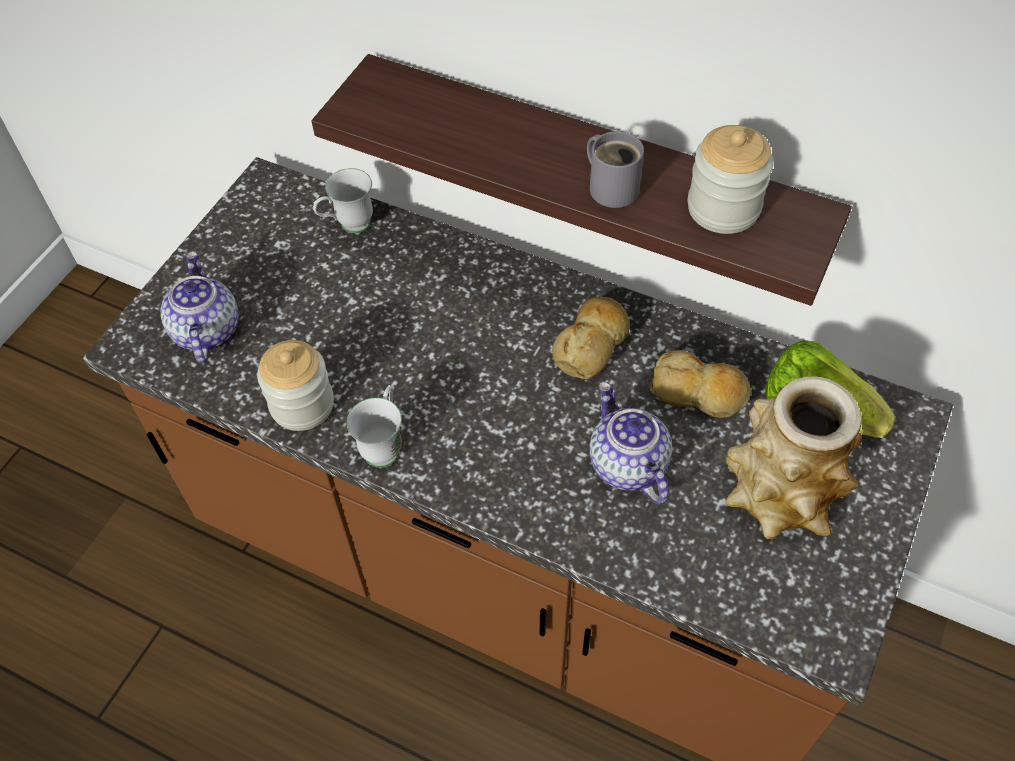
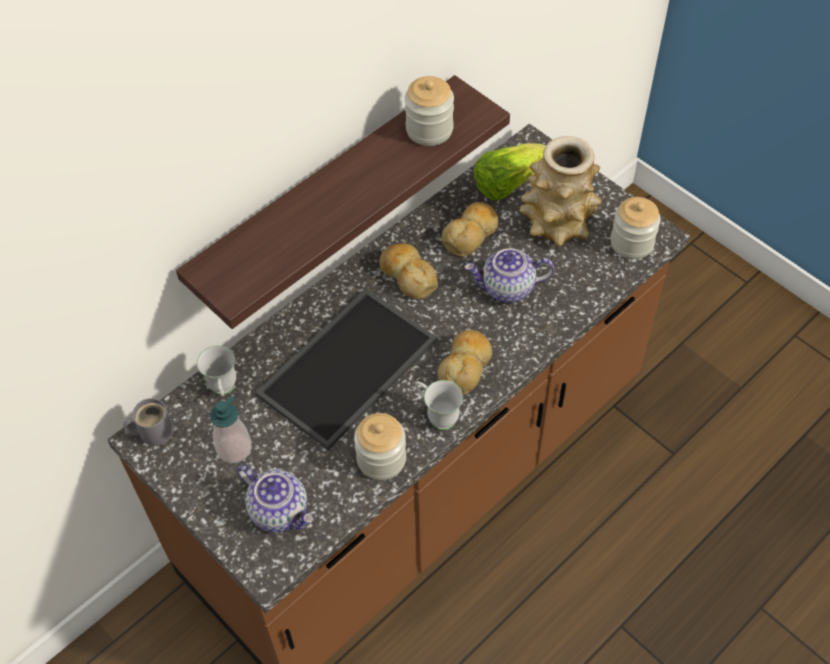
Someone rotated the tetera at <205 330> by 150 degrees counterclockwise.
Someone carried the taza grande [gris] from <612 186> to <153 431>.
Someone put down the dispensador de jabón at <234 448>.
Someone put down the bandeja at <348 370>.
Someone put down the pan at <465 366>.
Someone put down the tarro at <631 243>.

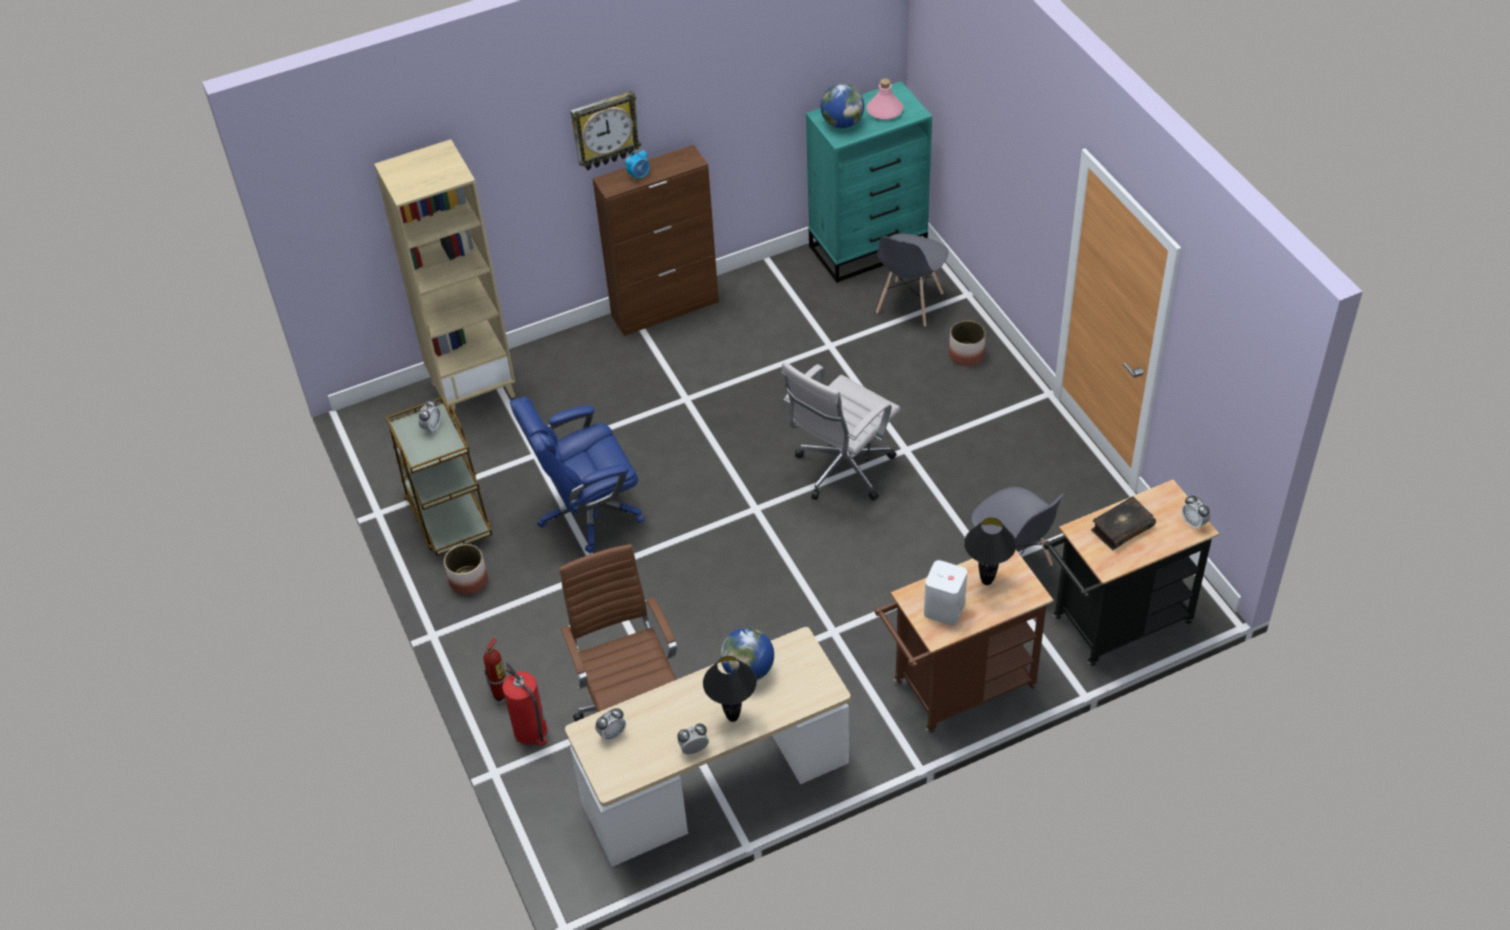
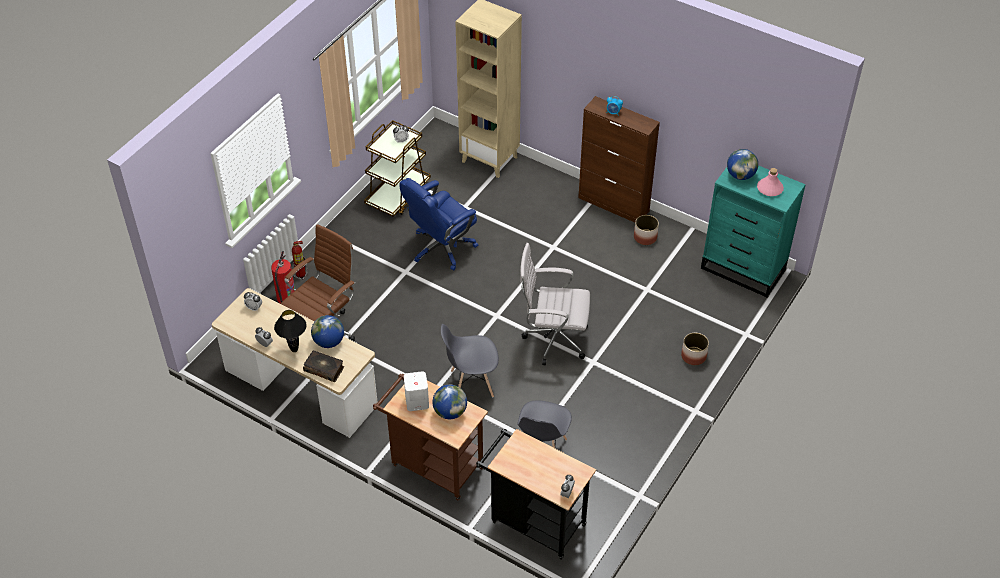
Someone carried the maceta from <468 580> to <645 237>.
Someone rotated the silla de oficina [azul] at <588 512> by 75 degrees counterclockwise.
Someone took away the reloj de pared at <605 130>.
Someone carried the silla [gris] from <909 303> to <471 384>.
Someone swapped the lámpara de mesa [negro] at <986 581> for the globo terráqueo at <450 412>.
Someone carried the libro from <1121 528> to <324 369>.

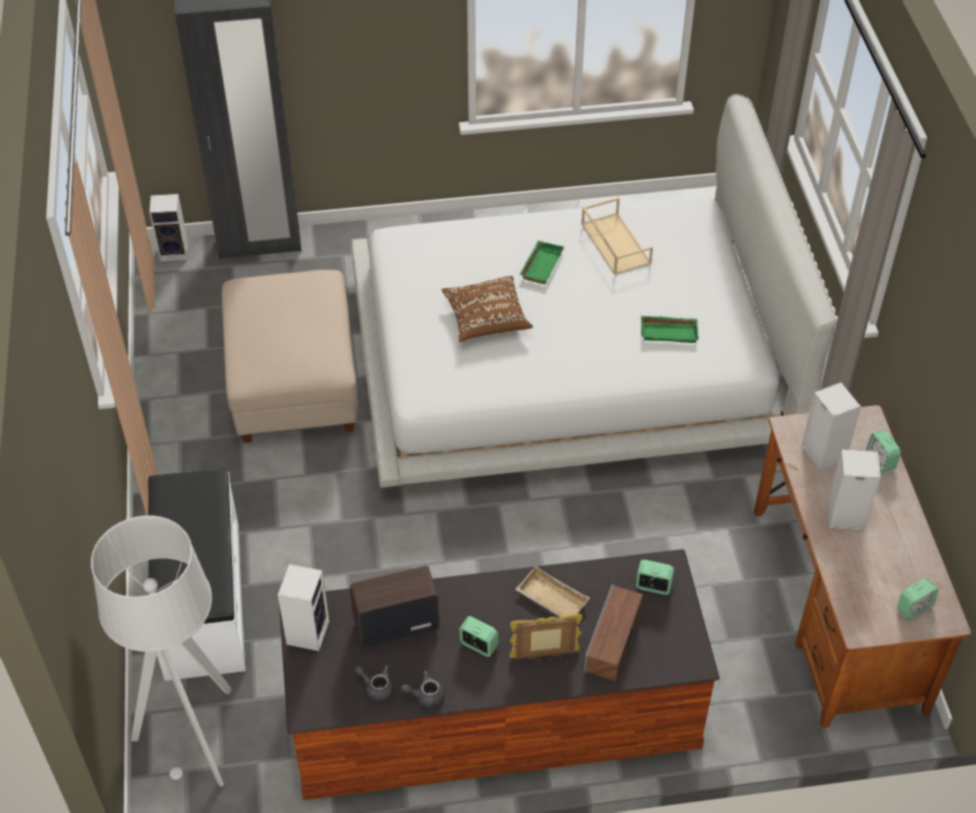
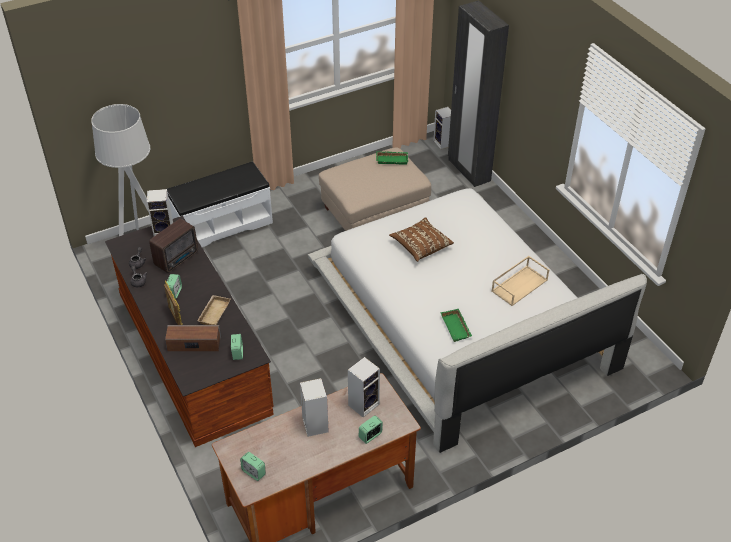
Someone rotated the radio at <394 624> by 75 degrees clockwise.
Someone carried the bandeja [verde] from <540 265> to <392 159>.

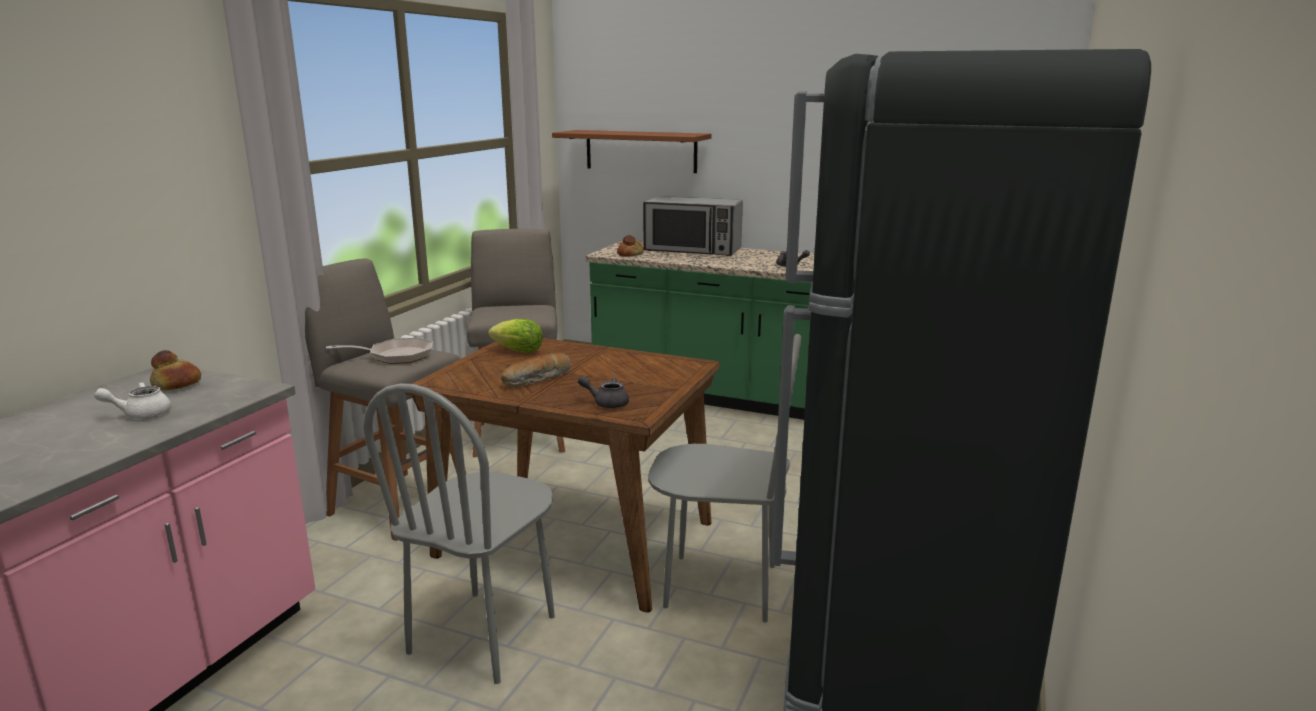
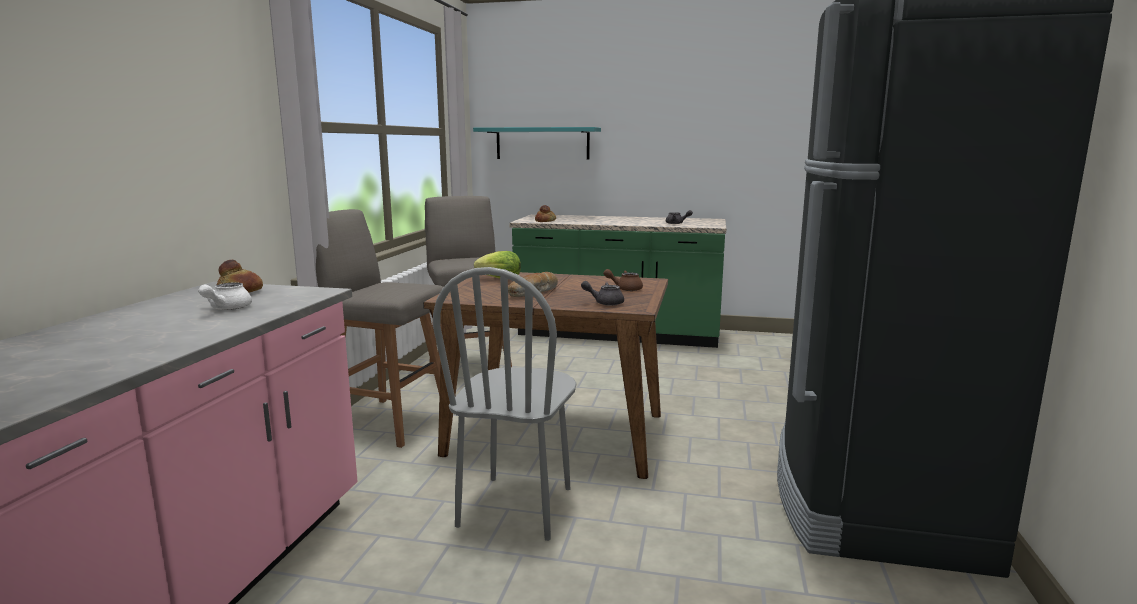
Someone rotated the tetera [blanco] at <141 414> by 45 degrees counterclockwise.
Someone took away the sartén at <396 356>.
Someone repainted the estante [marrón] at <640 151>, which became the estante [turquesa] at <542 143>.
Someone took away the microondas at <692 250>.
Someone took away the silla [gris] at <721 586>.
Someone put down the tetera [marrón] at <625 289>.

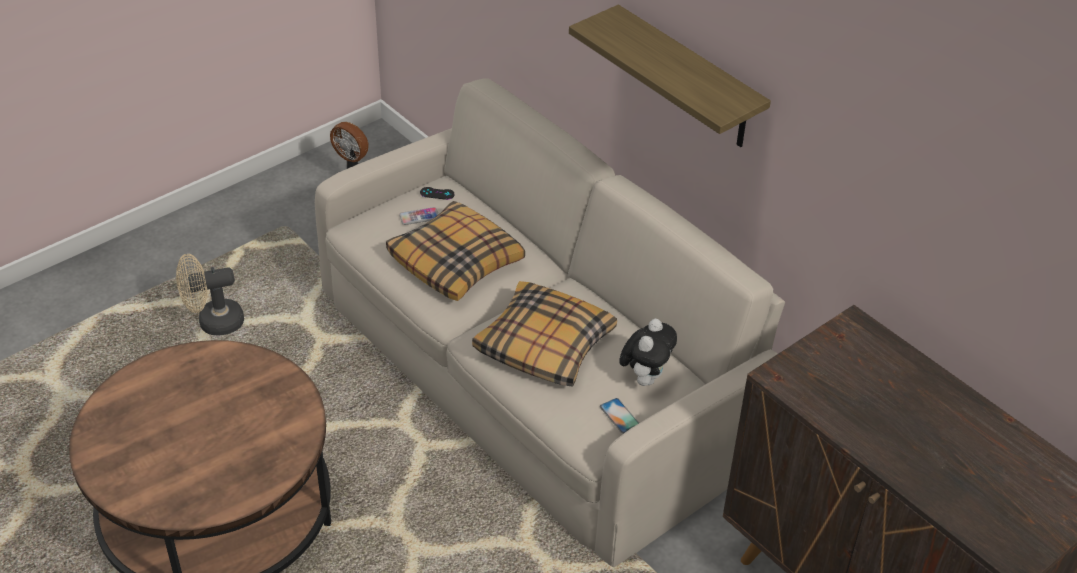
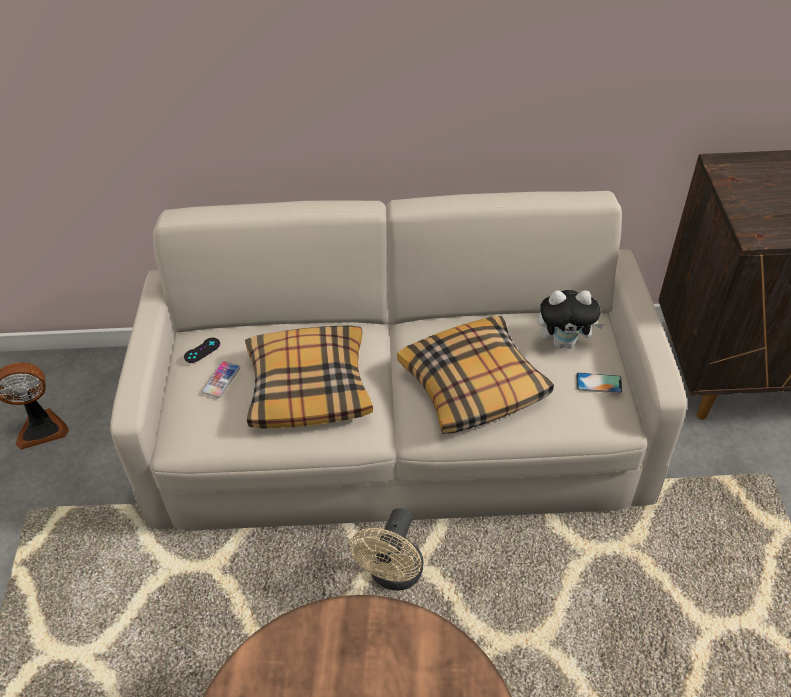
Someone carried the ventilador [beis] from <213 323> to <393 575>.
Someone took away the estante at <688 79>.
Someone rotated the peluche at <645 377> by 120 degrees clockwise.

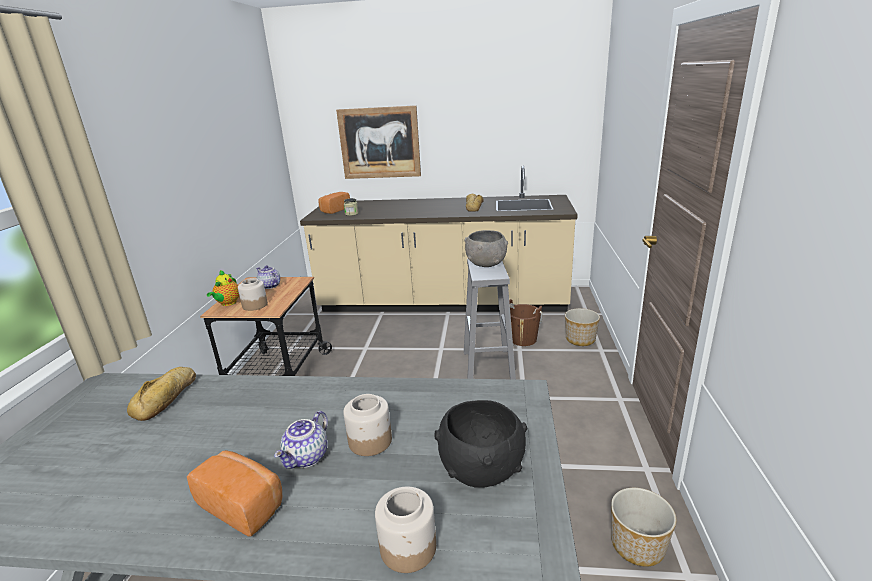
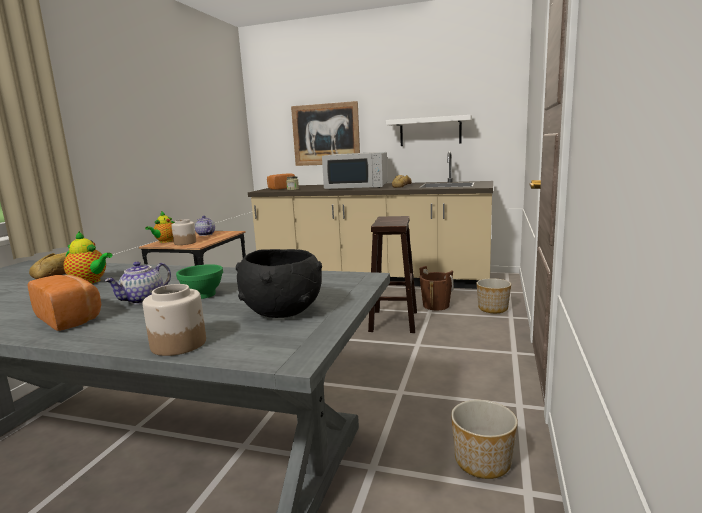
Someone swapped the tarro at <370 441> for the cuenco [verde] at <202 295>.
Someone took away the cuenco [gris] at <486 264>.
Someone repainted the taburete [gris] at <488 366>, which became the taburete [marrón] at <394 322>.
Someone put down the tetera at <90 282>.
Someone put down the microondas [blanco] at <357 186>.
Someone put up the estante [blanco] at <430 131>.

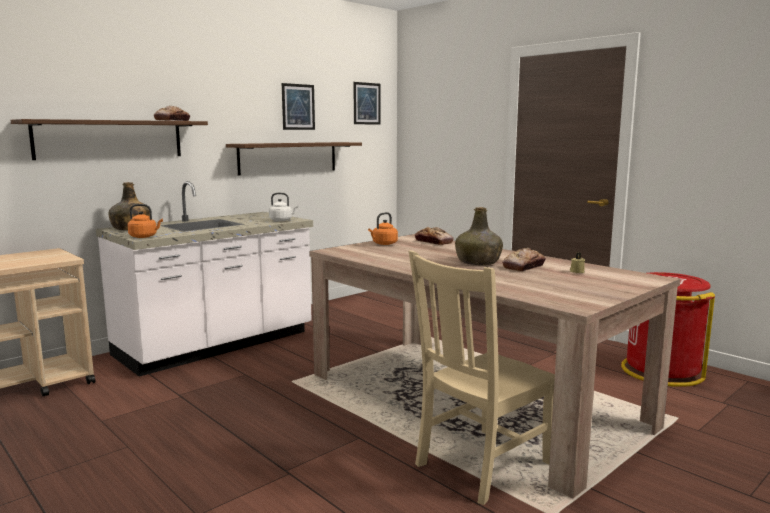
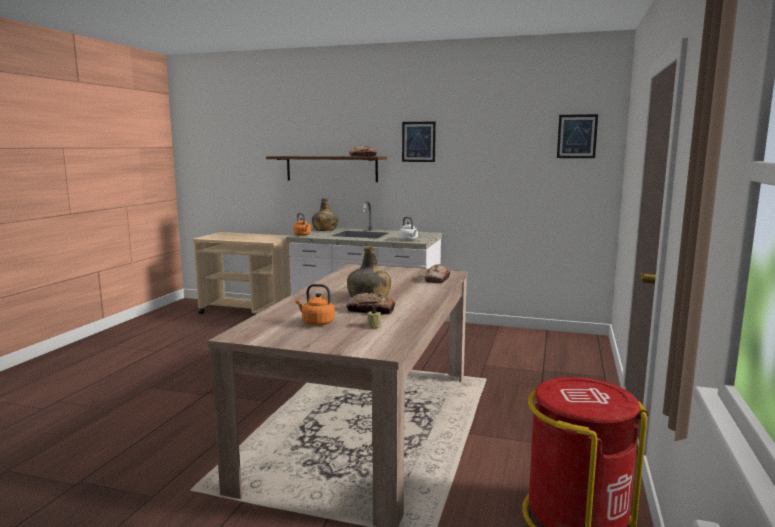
Someone took away the estante at <288 157>.
Someone carried the cuadro from <298 107> to <418 141>.
Someone carried the hervidor [naranja] from <383 244> to <316 323>.
Someone took away the silla [beis] at <480 465>.

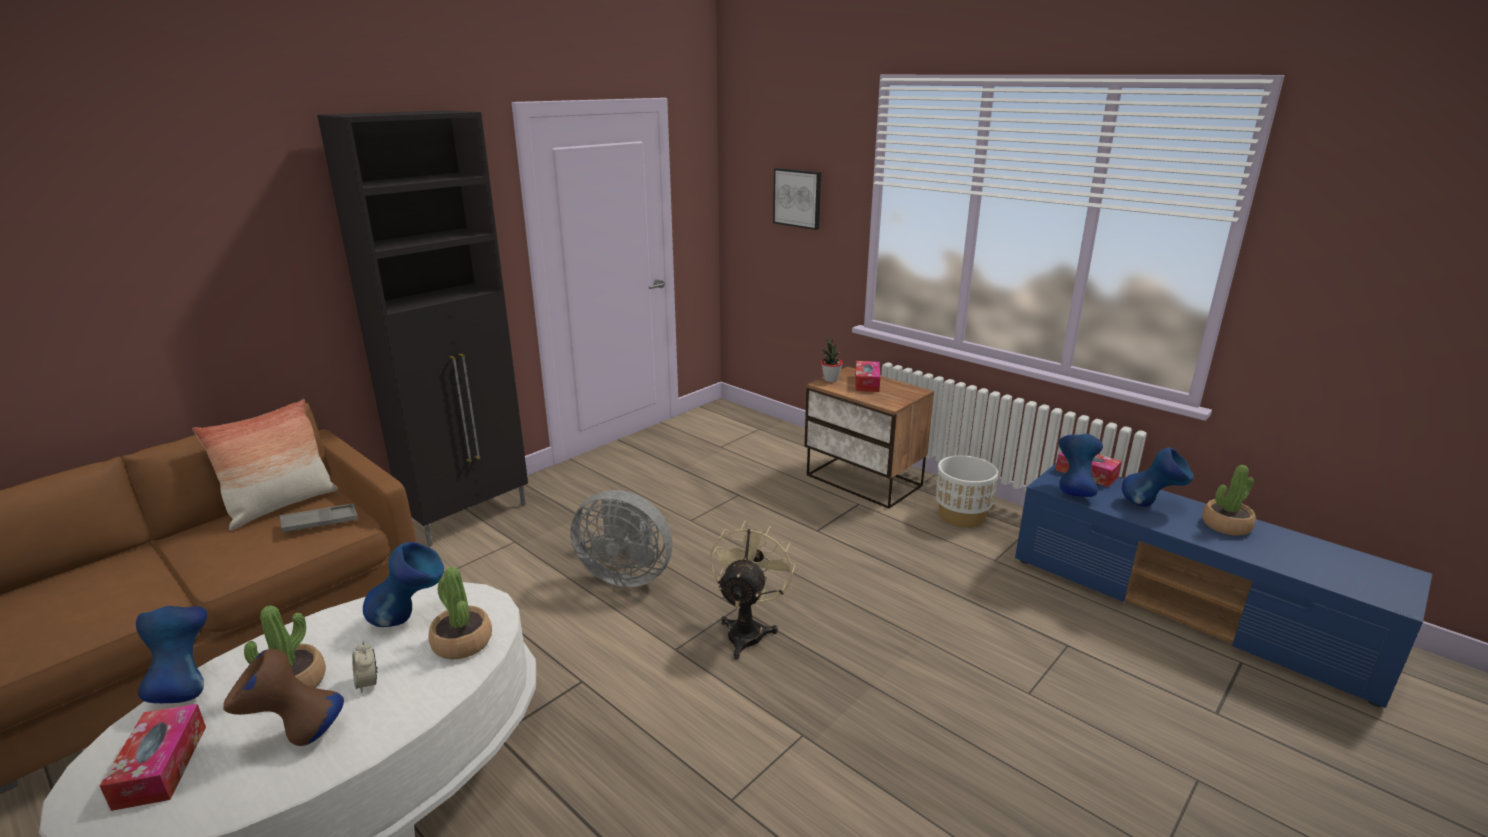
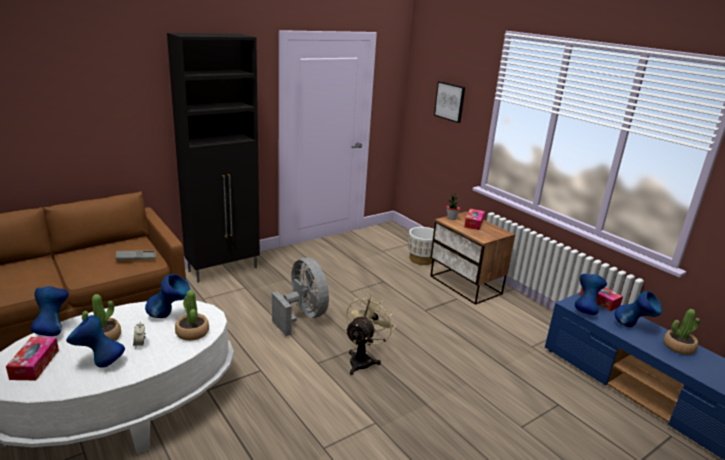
Someone took away the cojín at <281 506>.
Someone repainted the florero [marrón] at <295 738>, which became the florero [azul] at <98 363>.
Someone rotated the ventilador [gris] at <626 574> by 150 degrees counterclockwise.
Someone carried the maceta [blanco] from <961 516> to <421 259>.

